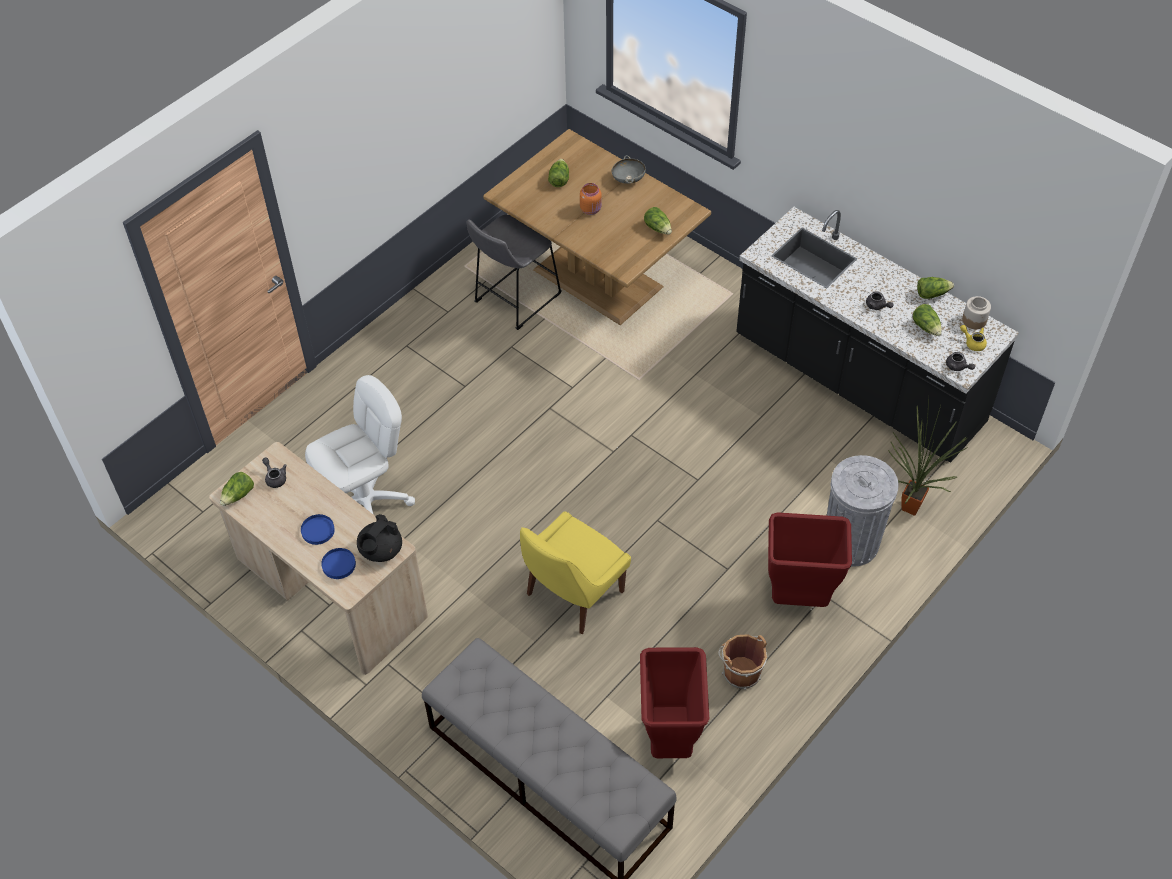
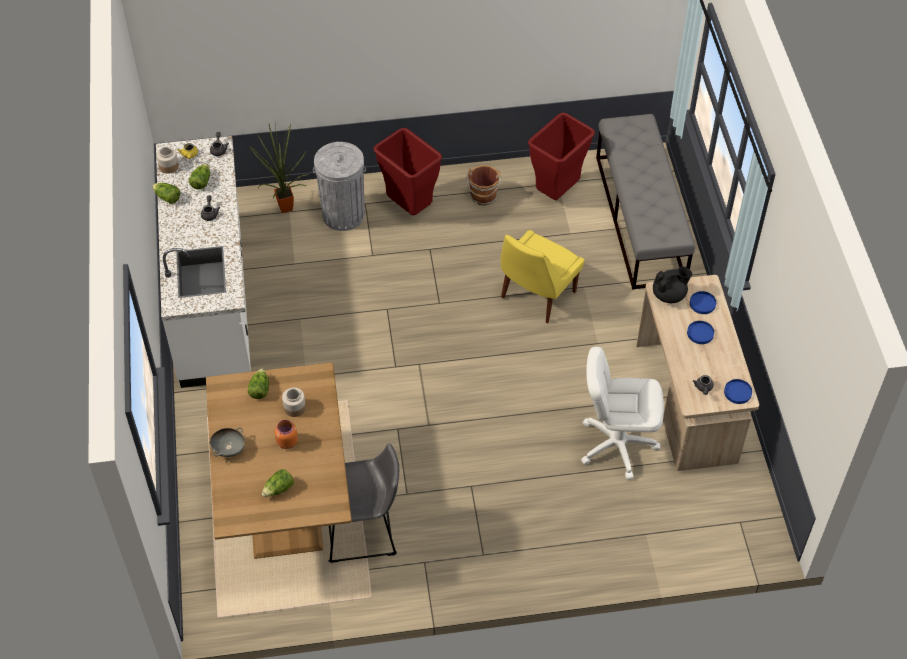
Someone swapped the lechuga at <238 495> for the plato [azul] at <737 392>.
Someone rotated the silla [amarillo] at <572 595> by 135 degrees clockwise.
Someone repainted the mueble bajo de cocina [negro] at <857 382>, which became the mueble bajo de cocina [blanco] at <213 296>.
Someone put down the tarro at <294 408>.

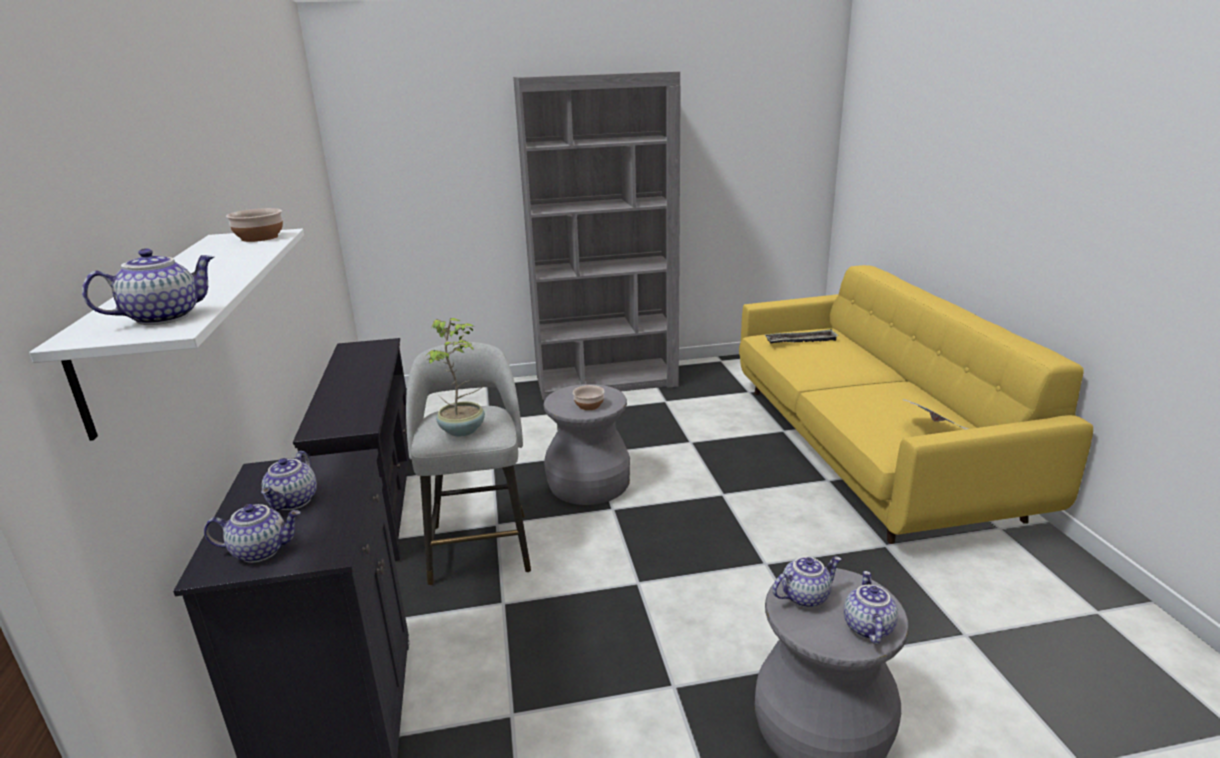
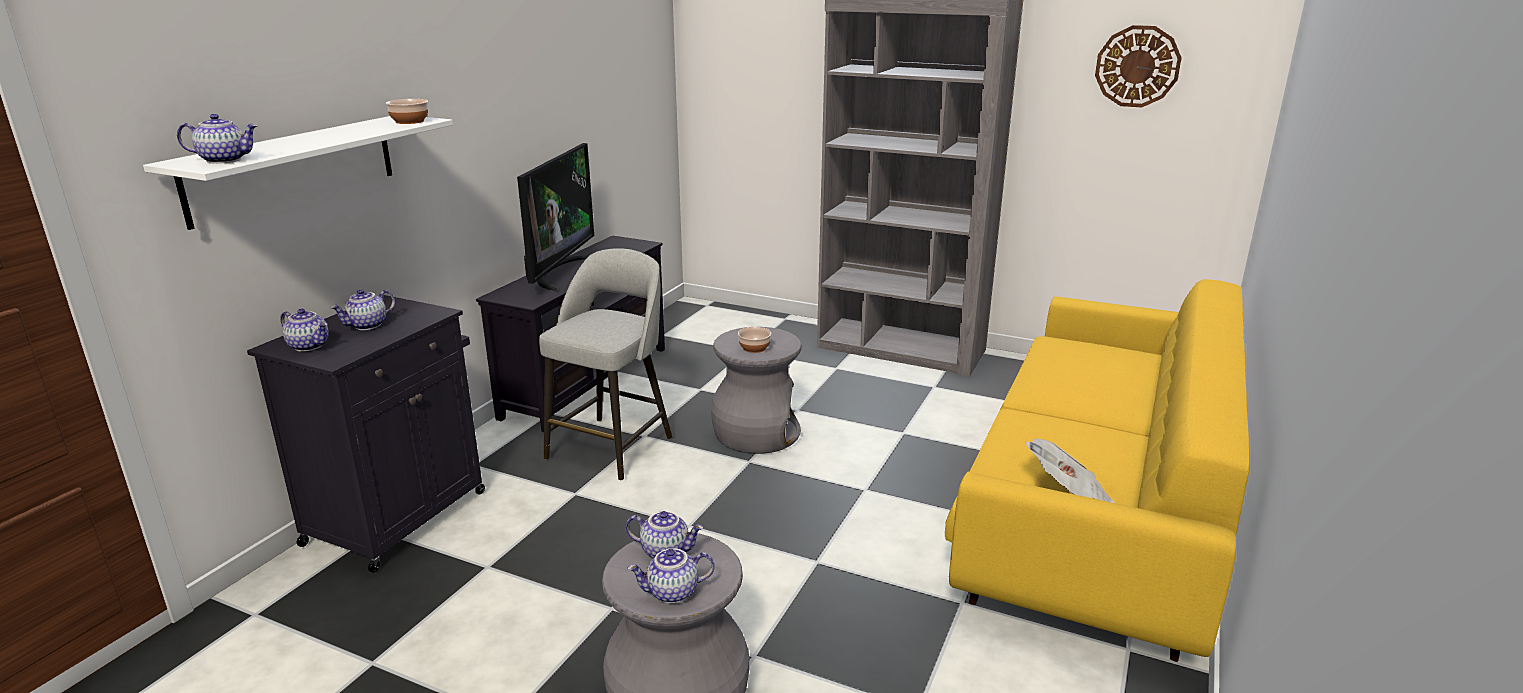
Someone took away the planta en maceta at <463 430>.
Someone took away the bandeja at <801 341>.
Someone rotated the tetera at <866 627> by 150 degrees counterclockwise.
Someone put down the televisor at <558 272>.
Someone put up the reloj de pared at <1137 66>.

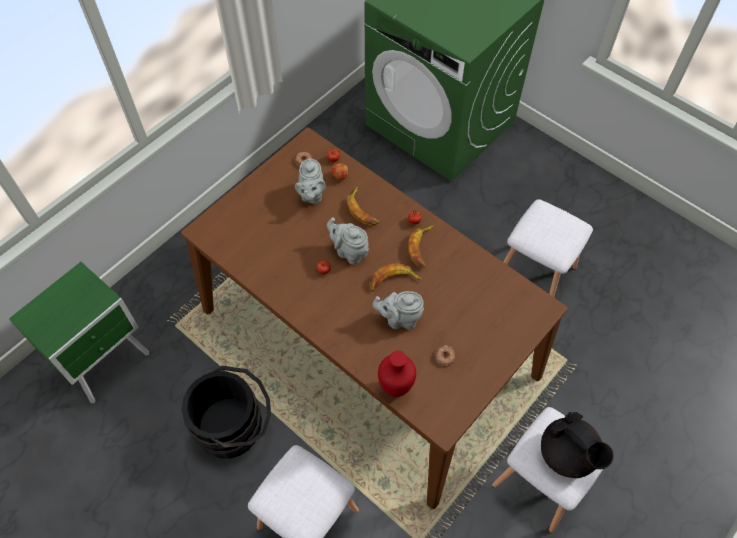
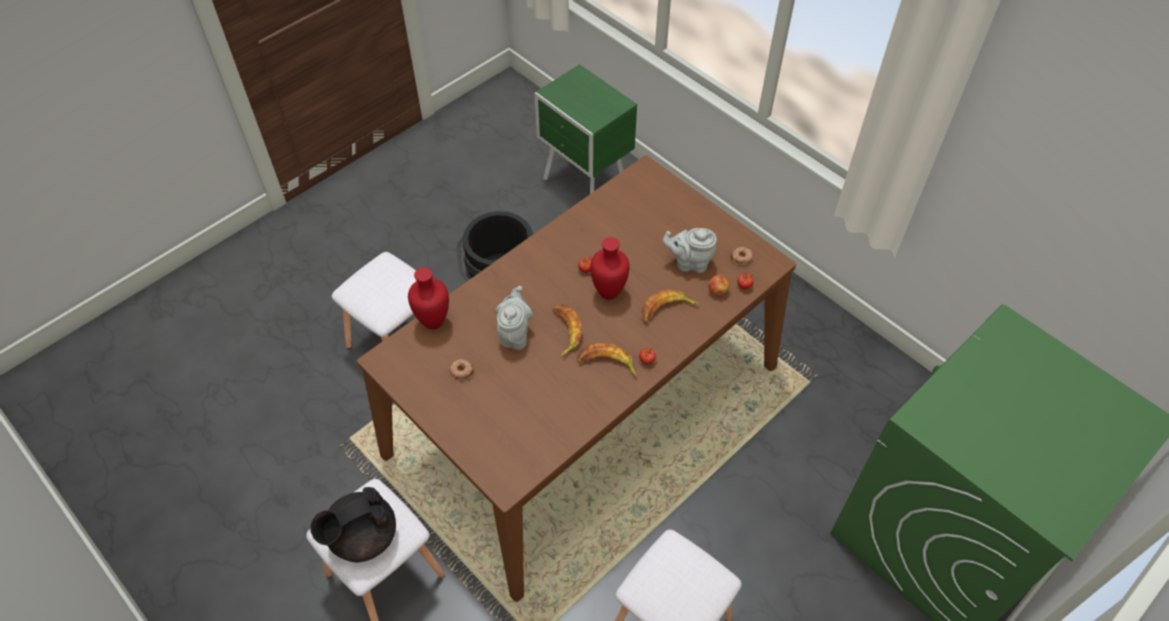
Someone swapped the tetera [gris] at <349 252> for the florero [rojo] at <608 294>.

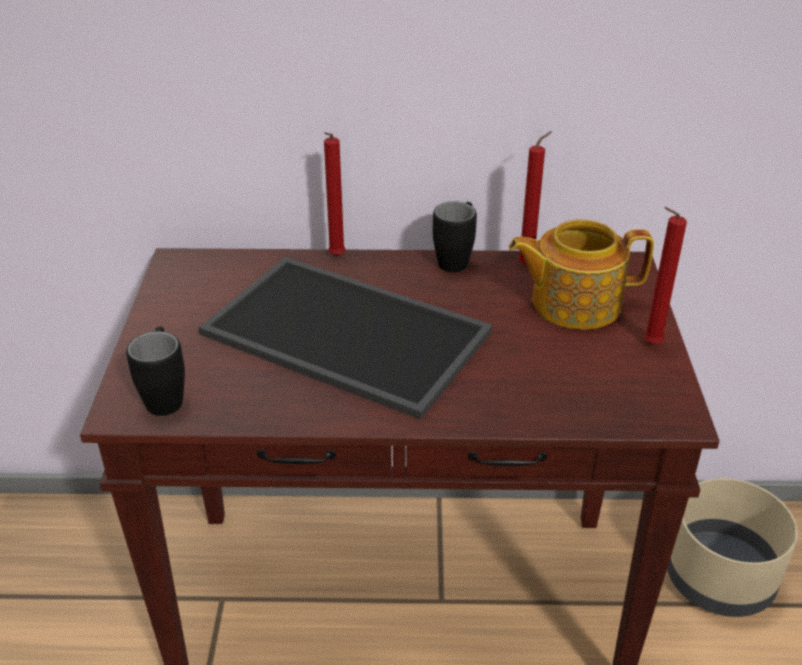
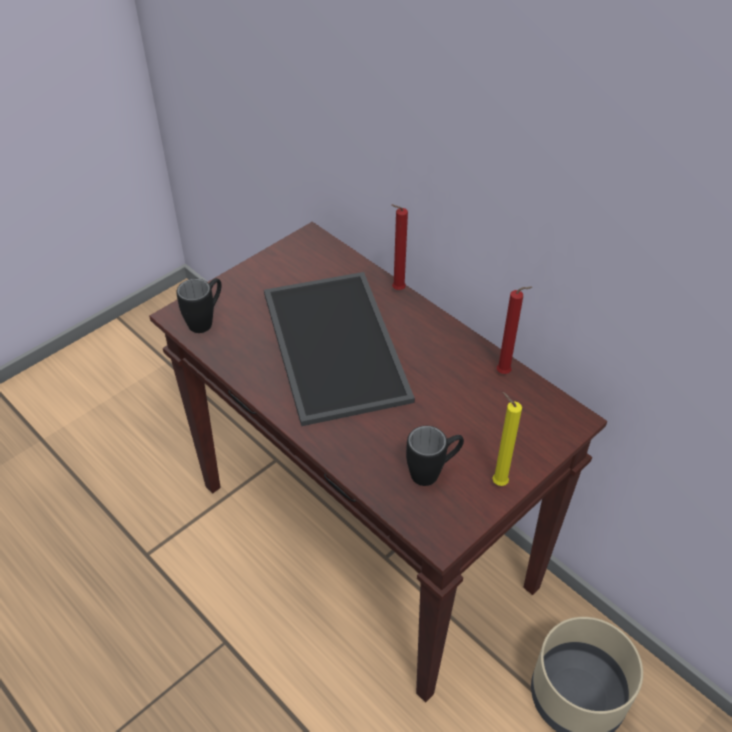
Someone carried the taza grande [negro] from <456 259> to <433 472>.
Someone took away the tetera at <573 303>.
Someone repainted the vela [rojo] at <649 344>, which became the vela [amarillo] at <497 482>.

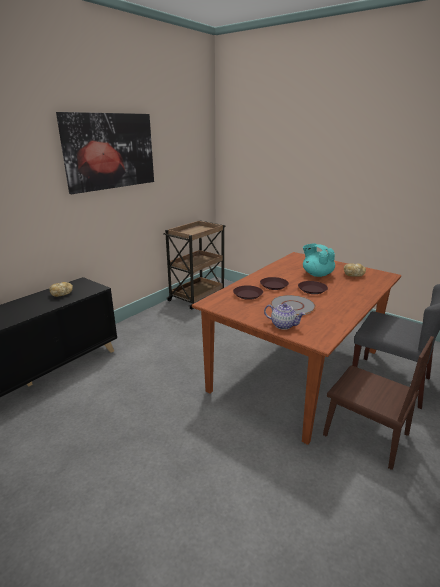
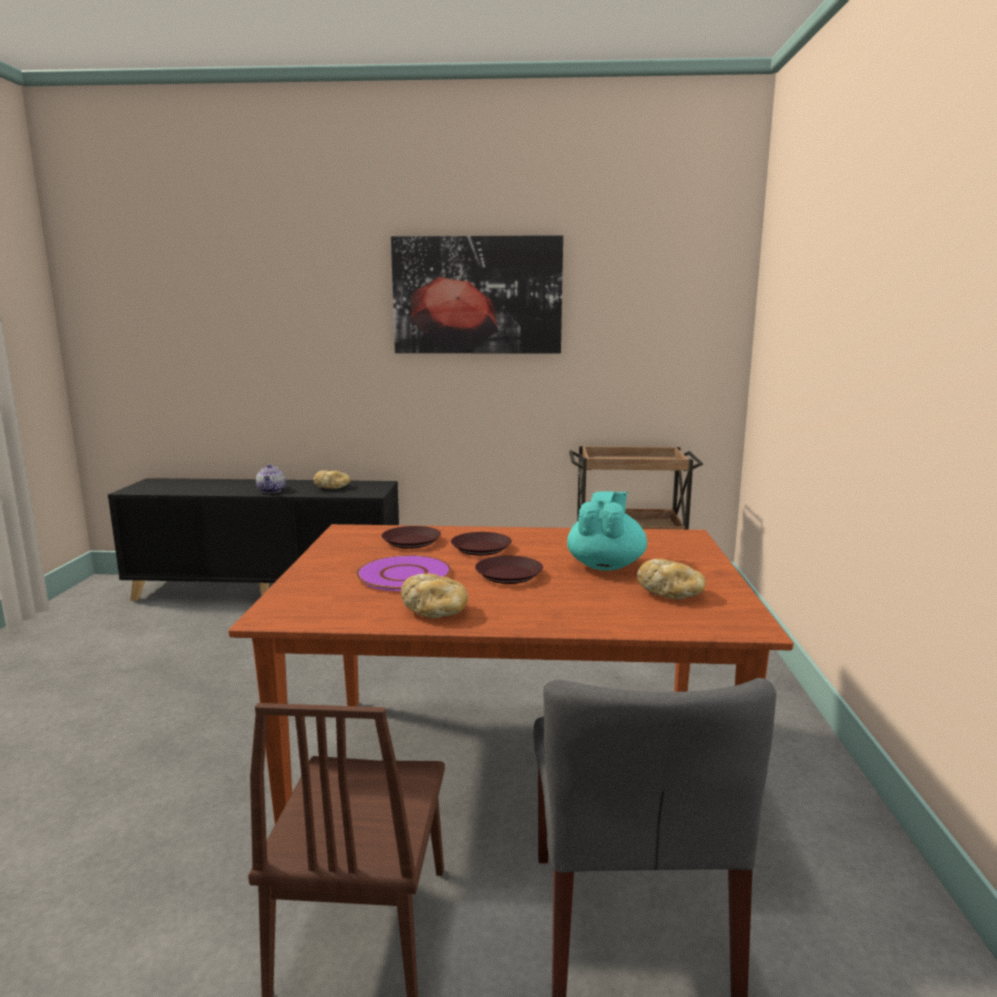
Someone carried the tetera from <283 325> to <272 491>.
Someone repainted the plato [gris] at <292 306>, which became the plato [morado] at <404 574>.
Someone put down the pan at <436 612>.

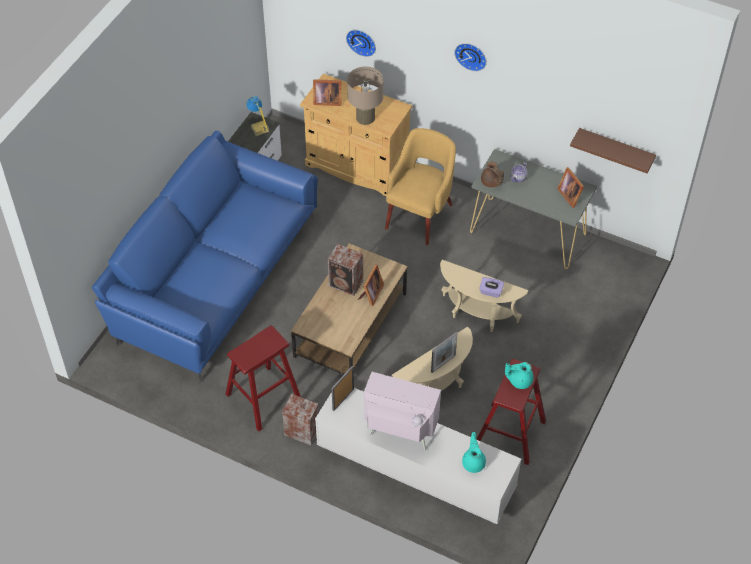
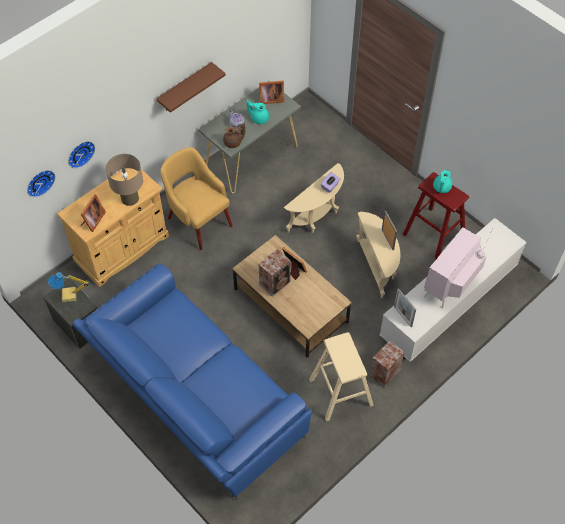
Someone repainted the taburete [rojo] at <264 398>, which became the taburete [beis] at <341 392>.
Someone carried the reloj de pared from <471 55> to <39 181>.
Someone carried the tetera [turquesa] from <473 462> to <259 118>.
Someone carried the estante [marrón] from <615 150> to <185 88>.

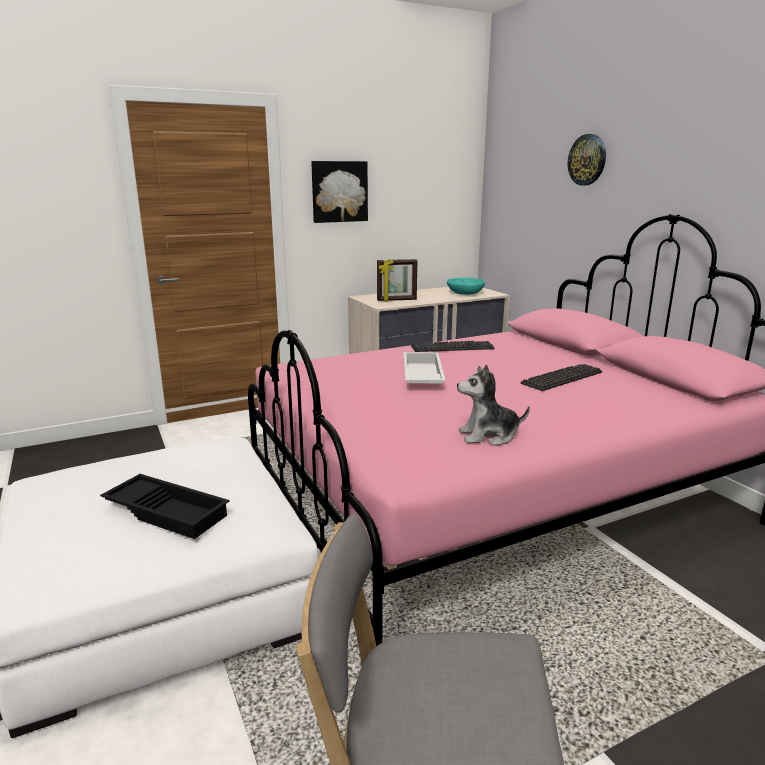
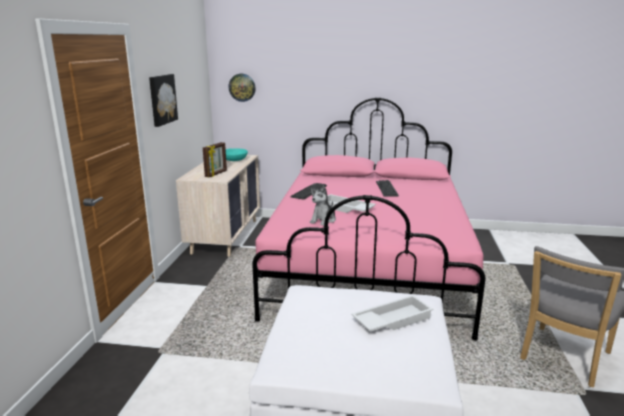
Someone repainted the bandeja [negro] at <168 511>, which became the bandeja [blanco] at <392 319>.
Someone carried the peluche from <488 436> to <323 220>.
Someone carried the reloj de pared from <587 160> to <242 87>.

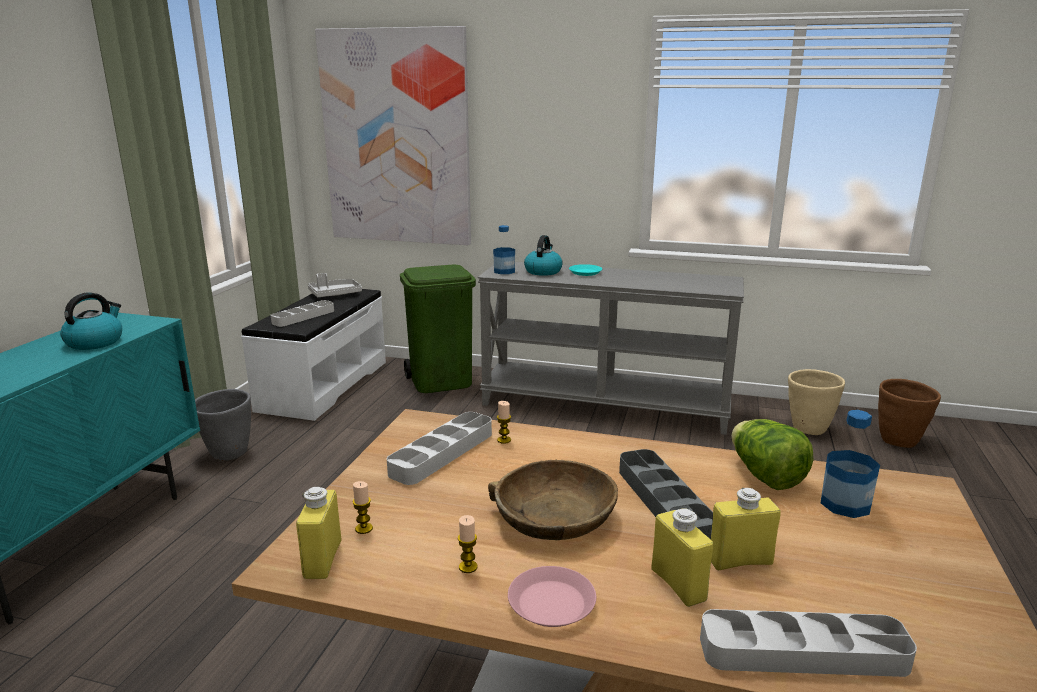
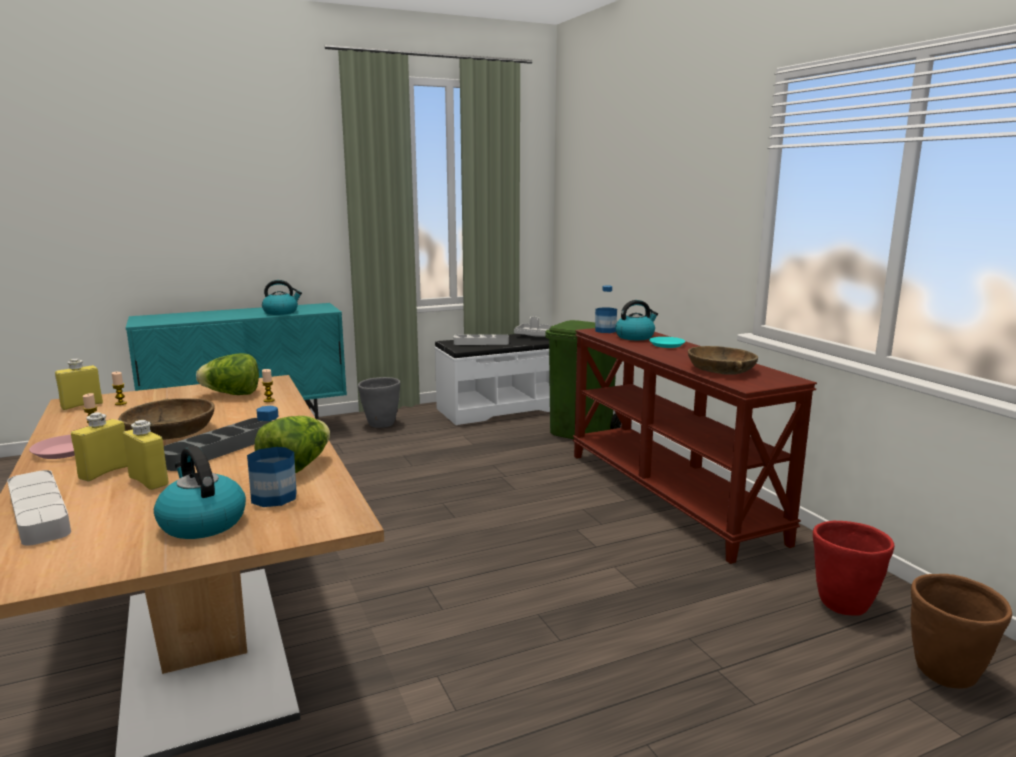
Someone took away the cuadro at <396 139>.
Someone swapped the bandeja [gris] at <442 453> for the lechuga at <232 394>.
Someone repainted the mesa consola [gris] at <605 405>, which became the mesa consola [marrón] at <671 495>.
Someone repainted the maceta [beis] at <808 429>, which became the maceta [rojo] at <843 604>.
Someone put down the hervidor at <201 523>.
Someone put down the cuenco [marrón] at <721 370>.

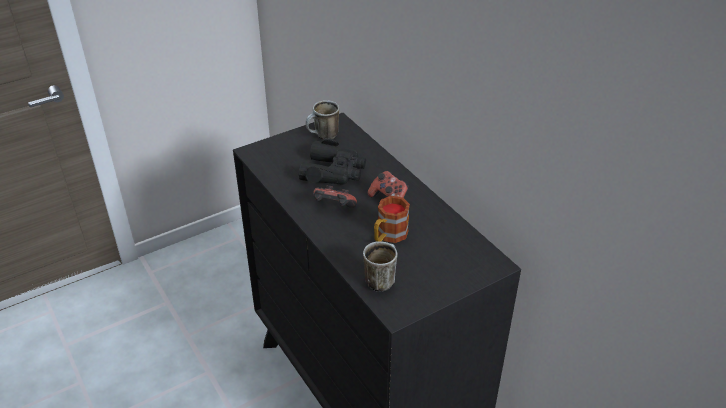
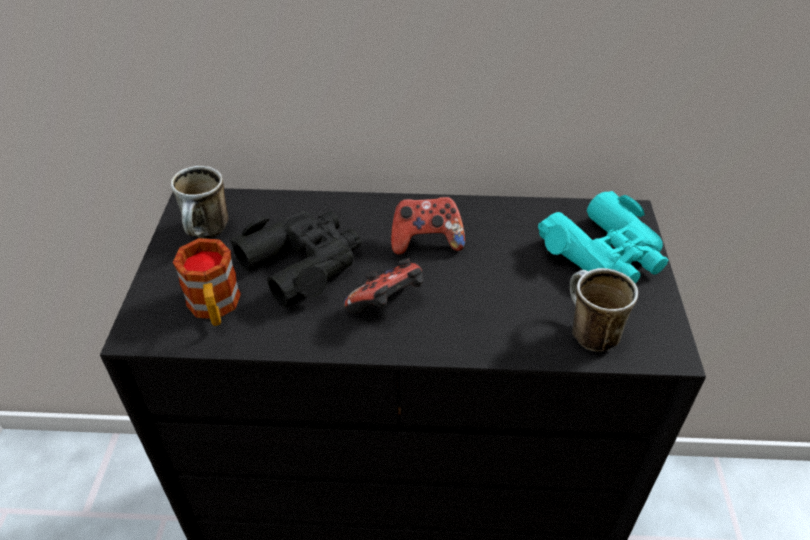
Someone carried the taza grande from <388 236> to <215 308>.
Someone put down the prismáticos [turquesa] at <605 253>.

